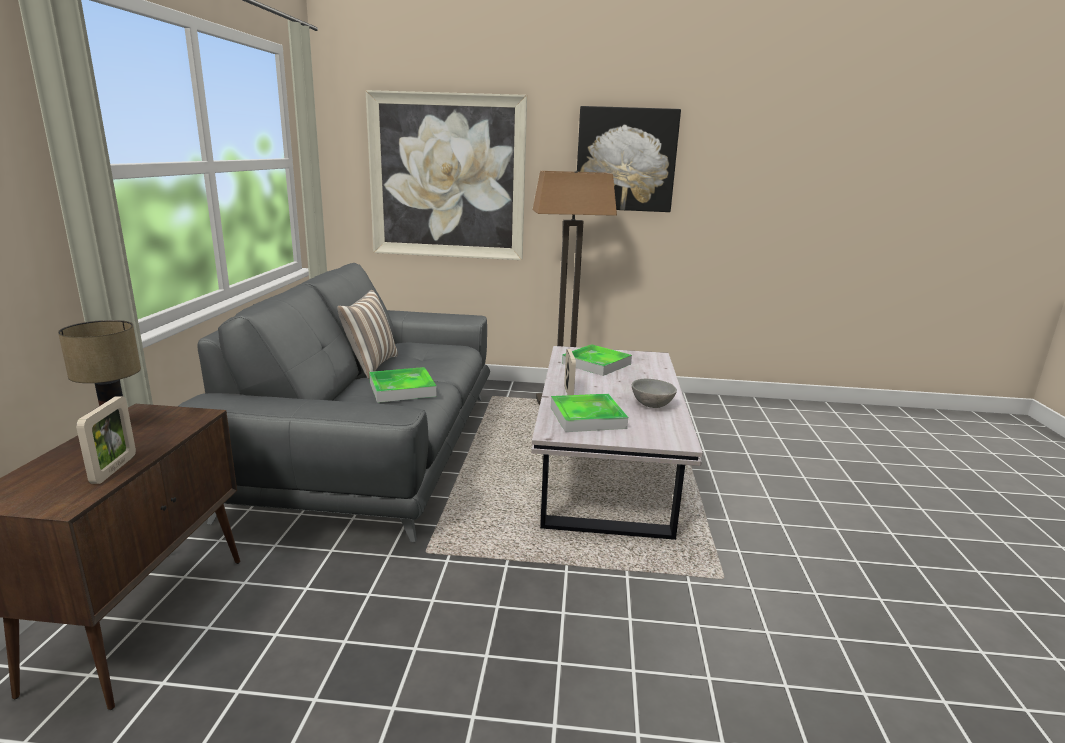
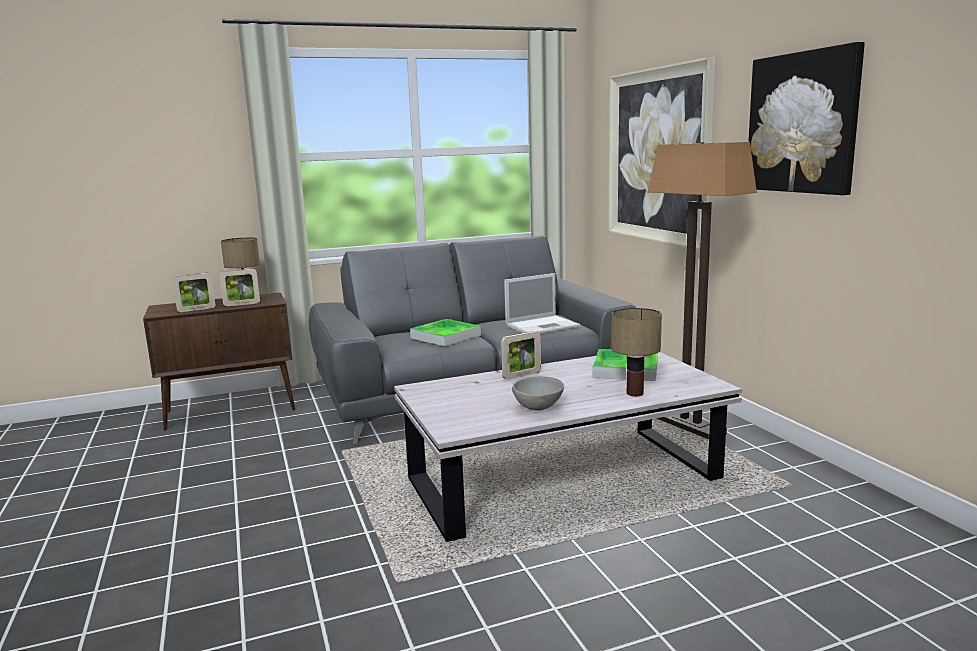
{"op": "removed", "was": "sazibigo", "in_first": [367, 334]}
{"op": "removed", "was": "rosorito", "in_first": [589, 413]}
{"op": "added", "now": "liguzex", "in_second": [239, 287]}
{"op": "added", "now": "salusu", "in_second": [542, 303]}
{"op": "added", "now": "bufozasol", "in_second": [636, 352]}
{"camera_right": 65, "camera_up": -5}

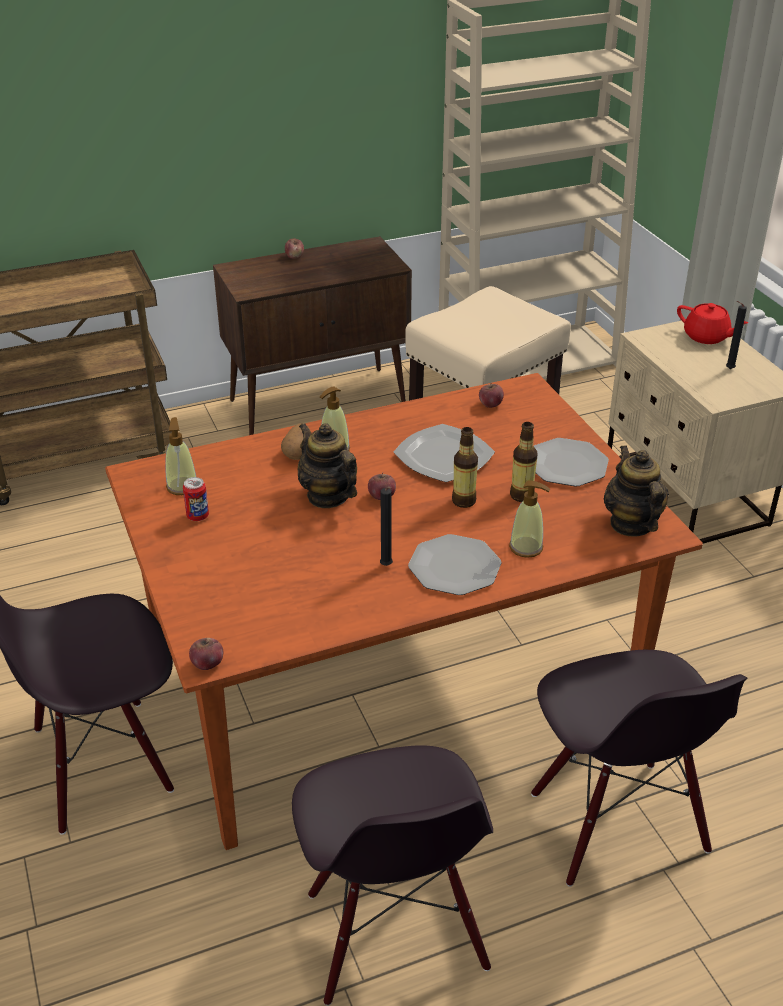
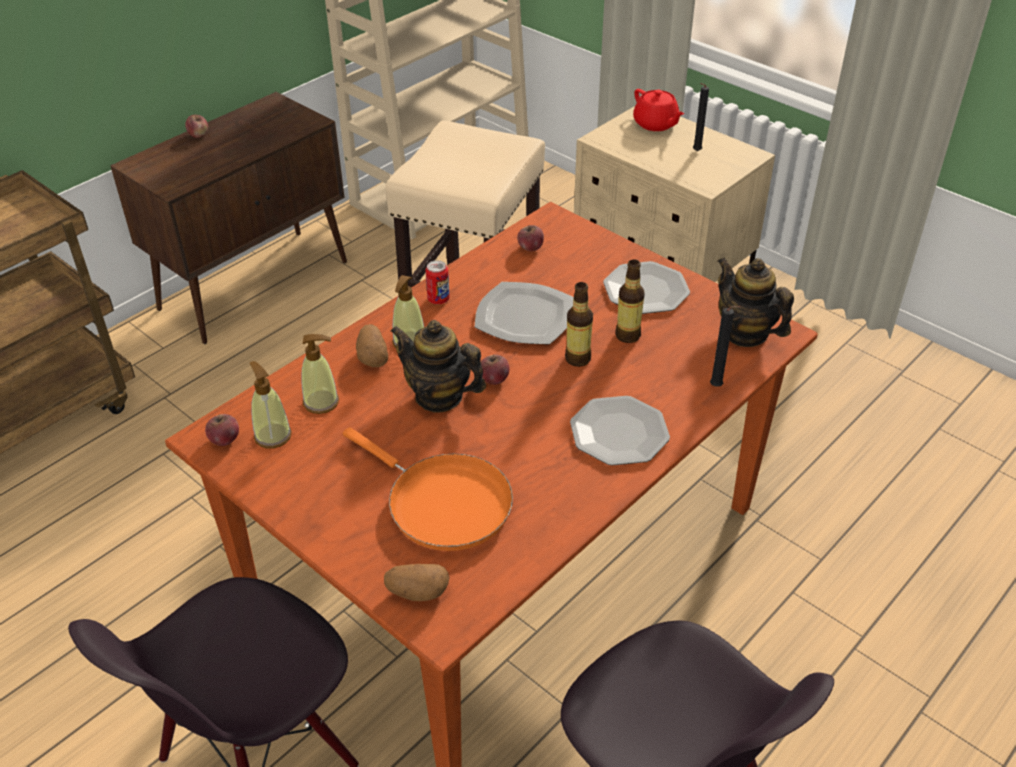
{"op": "moved", "was": "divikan", "in_first": [196, 499], "in_second": [437, 282]}
{"op": "moved", "was": "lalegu", "in_first": [206, 654], "in_second": [222, 430]}
{"op": "moved", "was": "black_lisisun", "in_first": [386, 526], "in_second": [725, 346]}
{"op": "moved", "was": "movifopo", "in_first": [529, 519], "in_second": [320, 374]}
{"op": "removed", "was": "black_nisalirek", "in_first": [639, 768]}
{"op": "turned", "was": "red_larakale", "in_first": [712, 323], "in_second": [658, 110], "clockwise": 45}
{"op": "added", "now": "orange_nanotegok", "in_second": [428, 489]}
{"op": "added", "now": "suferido", "in_second": [417, 582]}
{"camera_right": -25, "camera_up": 5}

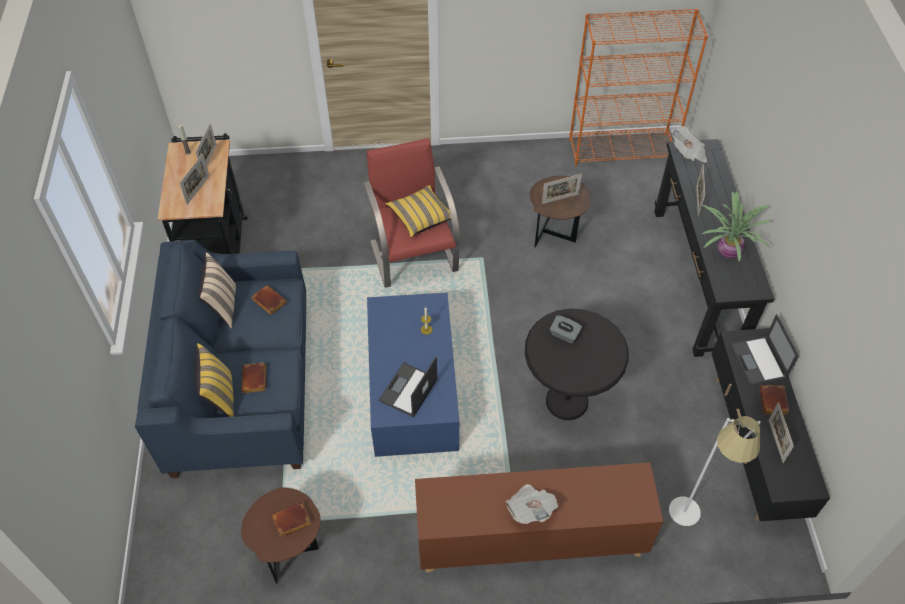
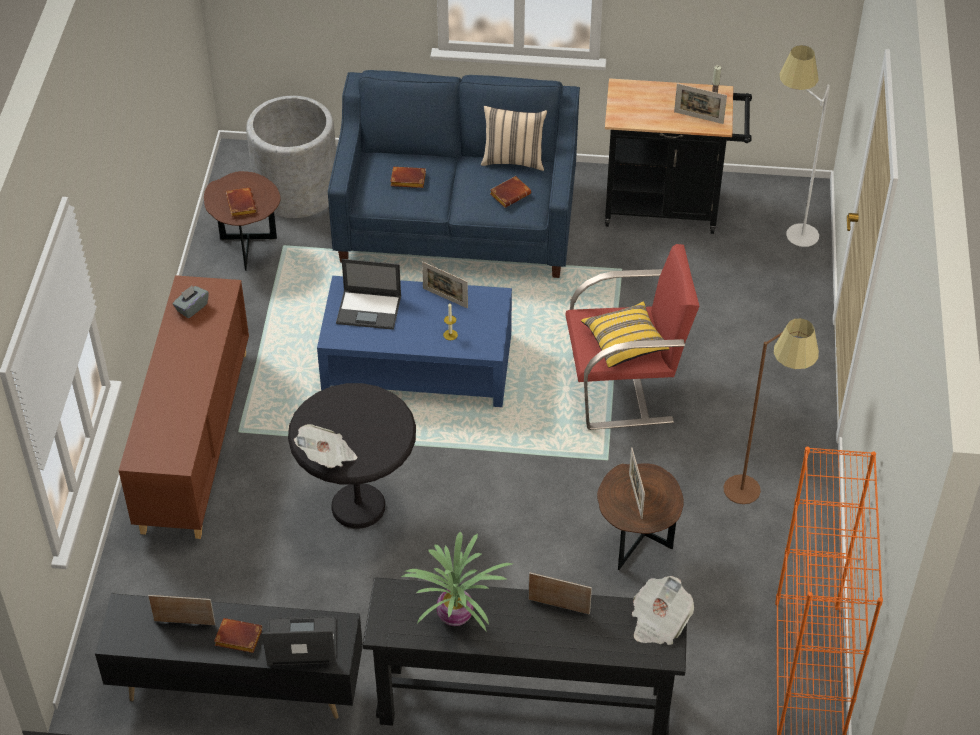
{"op": "moved", "was": "liguzex", "in_first": [194, 179], "in_second": [445, 285]}
{"op": "removed", "was": "yellow_sazibigo", "in_first": [214, 380]}
{"op": "turned", "was": "salusu", "in_first": [408, 386], "in_second": [368, 294], "clockwise": 150}
{"op": "moved", "was": "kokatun", "in_first": [532, 504], "in_second": [325, 446]}
{"op": "moved", "was": "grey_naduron", "in_first": [566, 329], "in_second": [191, 302]}
{"op": "moved", "was": "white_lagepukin", "in_first": [715, 471], "in_second": [804, 146]}
{"op": "added", "now": "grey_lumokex", "in_second": [291, 157]}
{"op": "added", "now": "brown_lagepukin", "in_second": [771, 411]}
{"camera_right": 100, "camera_up": -5}

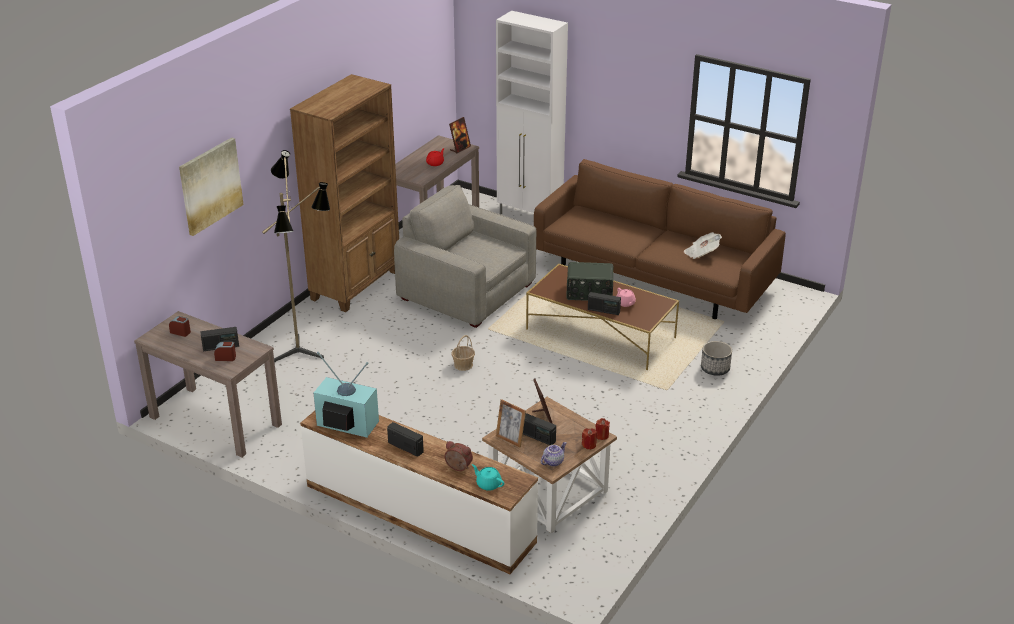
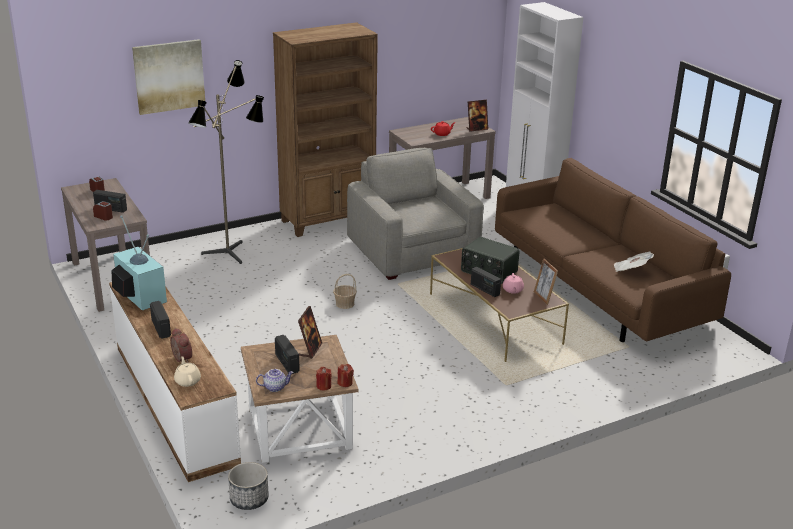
{"op": "recoloured", "was": "turquoise_larakale", "now": "beige_larakale", "in_first": [488, 477], "in_second": [187, 371]}
{"op": "moved", "was": "liguzex", "in_first": [511, 423], "in_second": [546, 281]}
{"op": "moved", "was": "lumokex", "in_first": [716, 358], "in_second": [248, 486]}
{"camera_right": 30, "camera_up": -5}

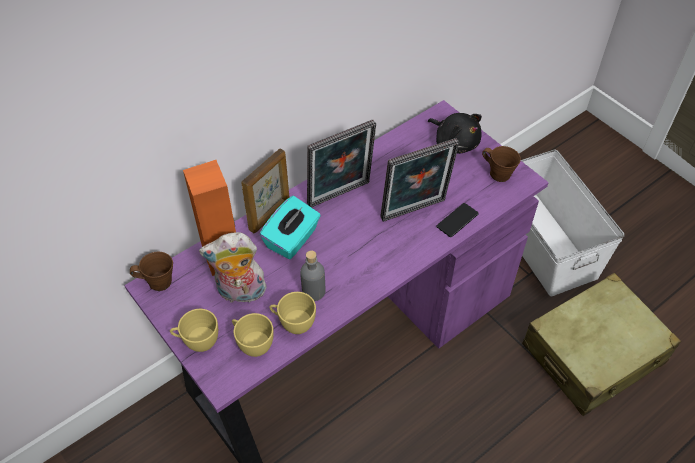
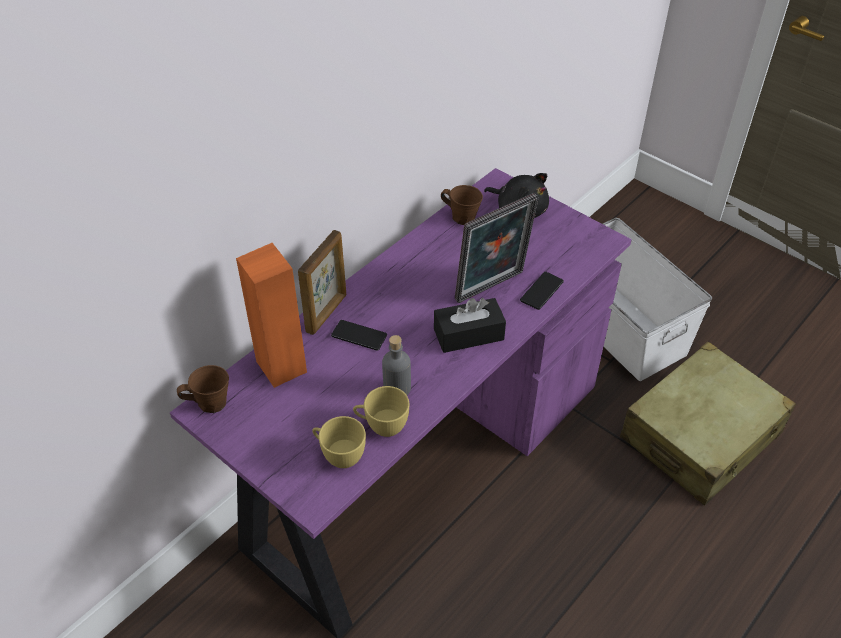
{"op": "removed", "was": "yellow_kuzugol", "in_first": [194, 330]}
{"op": "removed", "was": "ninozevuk", "in_first": [232, 267]}
{"op": "replaced", "was": "turquoise_naduron", "now": "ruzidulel", "in_first": [290, 227], "in_second": [359, 335]}
{"op": "removed", "was": "liguzex", "in_first": [341, 164]}
{"op": "moved", "was": "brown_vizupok", "in_first": [501, 164], "in_second": [462, 205]}
{"op": "added", "now": "black_naduron", "in_second": [470, 325]}
{"camera_right": -10, "camera_up": -5}

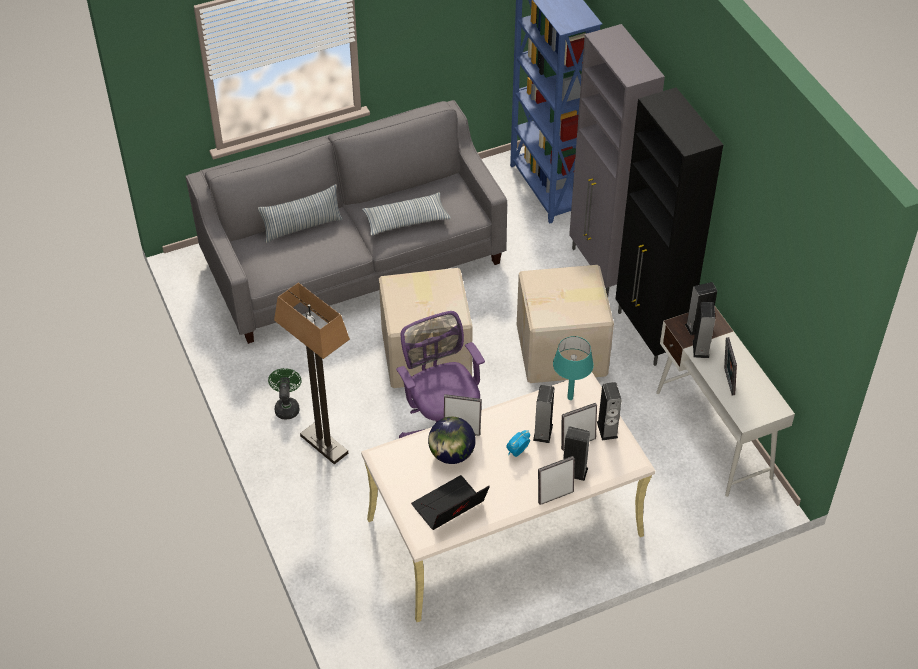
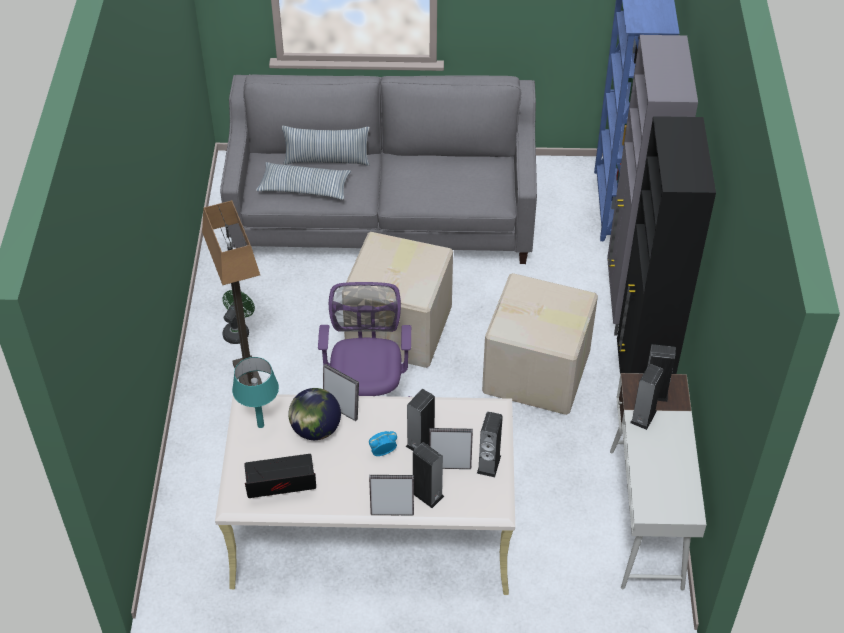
{"op": "moved", "was": "sazibigo", "in_first": [406, 214], "in_second": [303, 181]}
{"op": "moved", "was": "turquoise_bufozasol", "in_first": [573, 368], "in_second": [255, 392]}
{"op": "removed", "was": "liguzex", "in_first": [730, 366]}
{"camera_right": 25, "camera_up": 0}

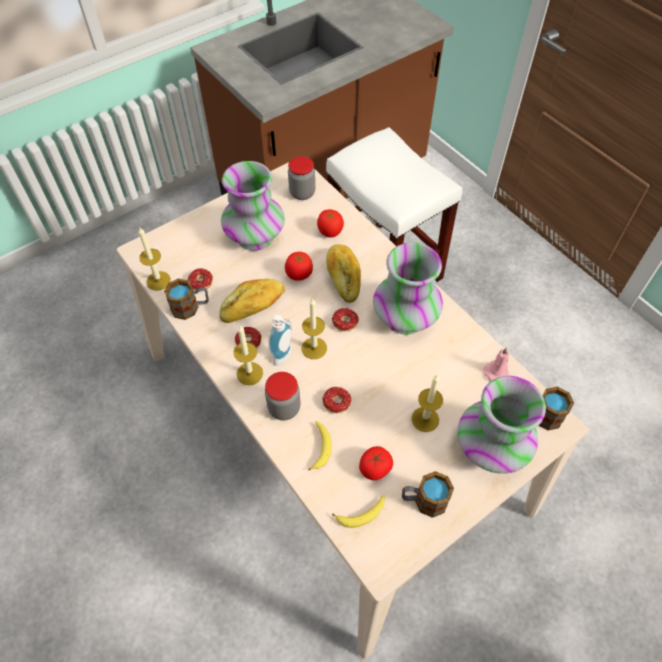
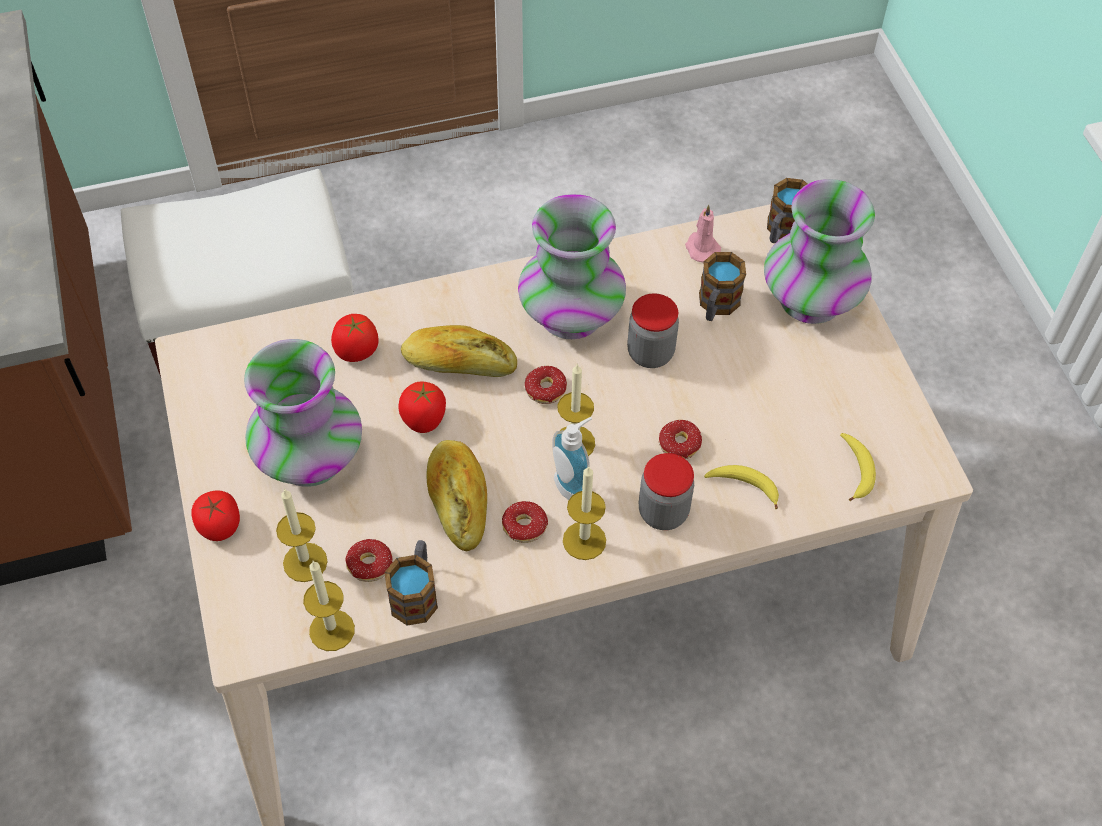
{"op": "moved", "was": "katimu", "in_first": [301, 178], "in_second": [653, 331]}
{"op": "moved", "was": "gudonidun", "in_first": [376, 463], "in_second": [215, 515]}
{"op": "moved", "was": "vizupok", "in_first": [428, 494], "in_second": [722, 286]}
{"op": "moved", "was": "lisisun", "in_first": [427, 403], "in_second": [302, 535]}
{"camera_right": -70, "camera_up": 0}

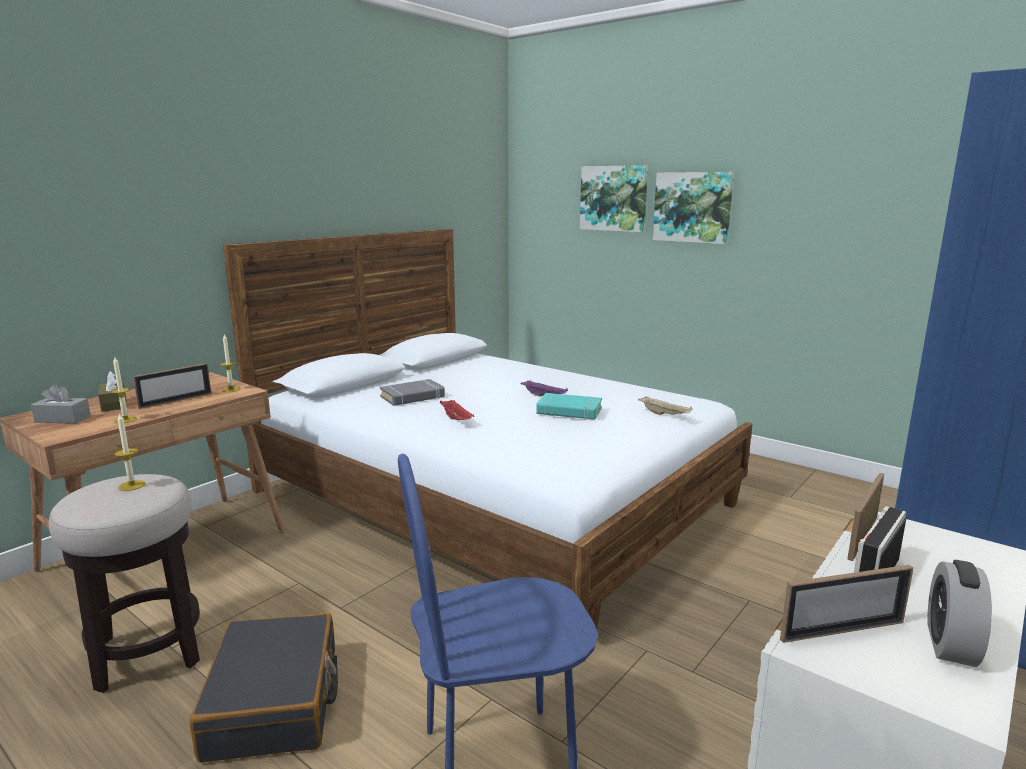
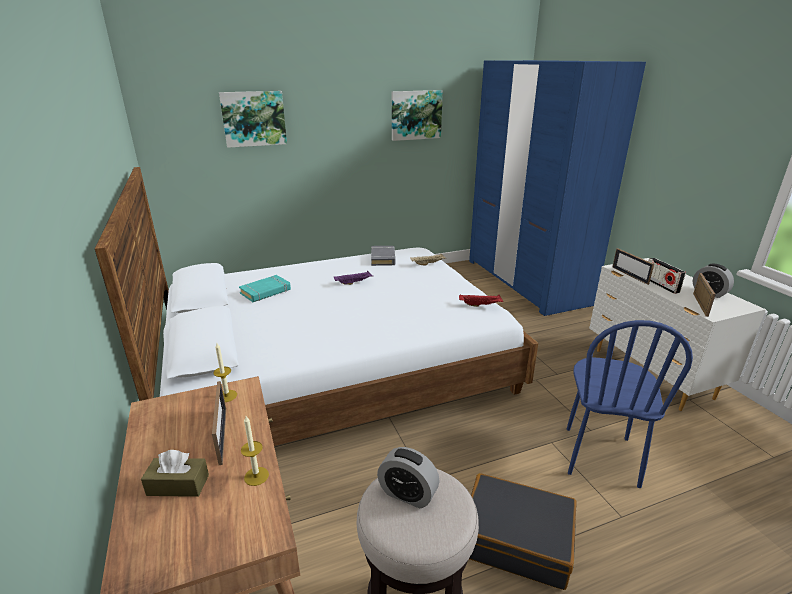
{"op": "removed", "was": "grey_naduron", "in_first": [61, 403]}
{"op": "replaced", "was": "lisisun", "now": "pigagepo", "in_first": [129, 452], "in_second": [408, 477]}
{"op": "moved", "was": "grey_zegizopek", "in_first": [412, 392], "in_second": [383, 256]}
{"op": "moved", "was": "red_rosorito", "in_first": [457, 410], "in_second": [481, 300]}
{"op": "moved", "was": "turquoise_zegizopek", "in_first": [569, 406], "in_second": [265, 288]}
{"op": "moved", "was": "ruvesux", "in_first": [693, 208], "in_second": [417, 115]}
{"camera_right": -60, "camera_up": 10}

